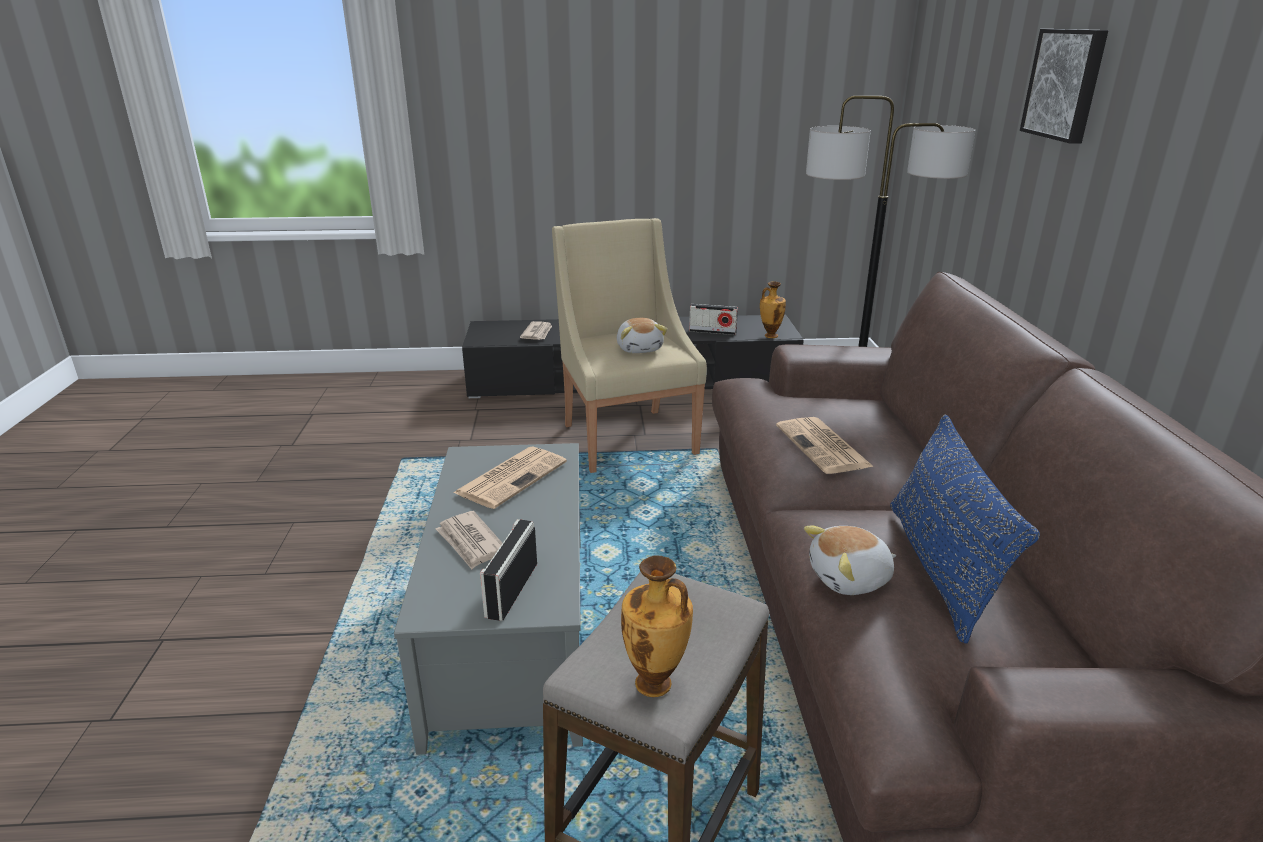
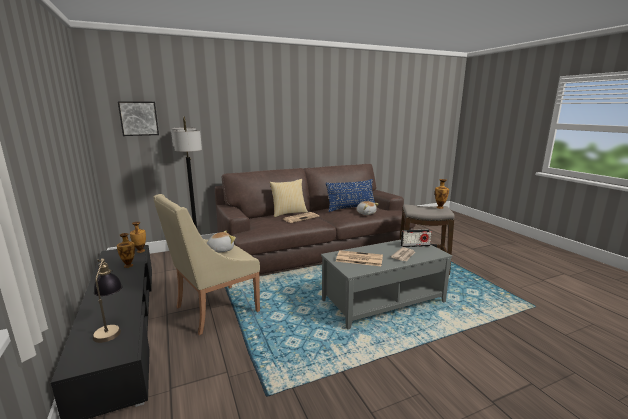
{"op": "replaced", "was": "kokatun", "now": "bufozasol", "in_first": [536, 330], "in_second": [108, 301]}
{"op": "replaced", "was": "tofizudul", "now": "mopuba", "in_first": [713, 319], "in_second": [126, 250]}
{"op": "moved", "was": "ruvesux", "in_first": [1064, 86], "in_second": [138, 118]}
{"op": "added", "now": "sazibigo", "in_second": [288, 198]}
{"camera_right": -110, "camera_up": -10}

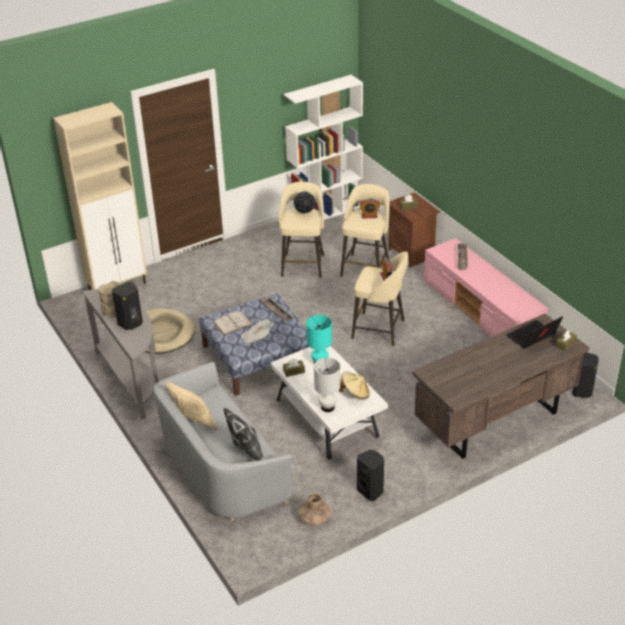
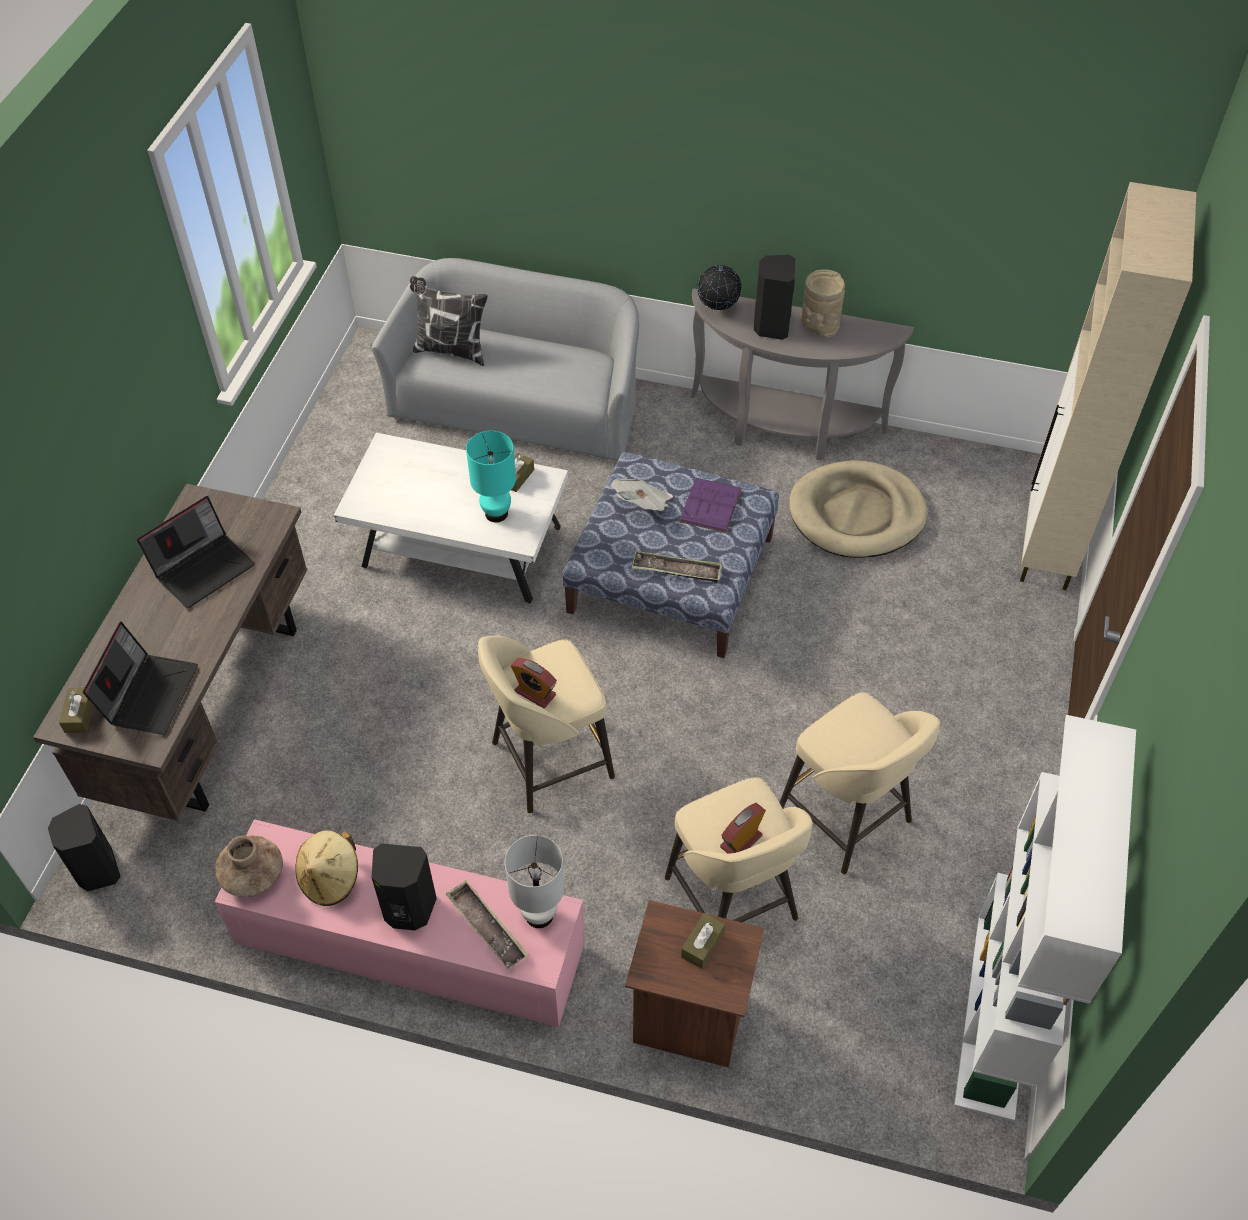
{"op": "removed", "was": "beige_sazibigo", "in_first": [191, 406]}
{"op": "recoloured", "was": "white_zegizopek", "now": "purple_zegizopek", "in_first": [233, 323], "in_second": [711, 505]}
{"op": "moved", "was": "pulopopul", "in_first": [304, 203], "in_second": [719, 287]}
{"op": "moved", "was": "brown_mopuba", "in_first": [314, 509], "in_second": [249, 866]}
{"op": "moved", "was": "white_bufozasol", "in_first": [327, 385], "in_second": [535, 881]}
{"op": "moved", "was": "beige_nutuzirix", "in_first": [354, 385], "in_second": [326, 868]}
{"op": "moved", "was": "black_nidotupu", "in_first": [370, 475], "in_second": [404, 886]}
{"op": "added", "now": "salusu", "in_second": [196, 552]}
{"camera_right": 135, "camera_up": 15}

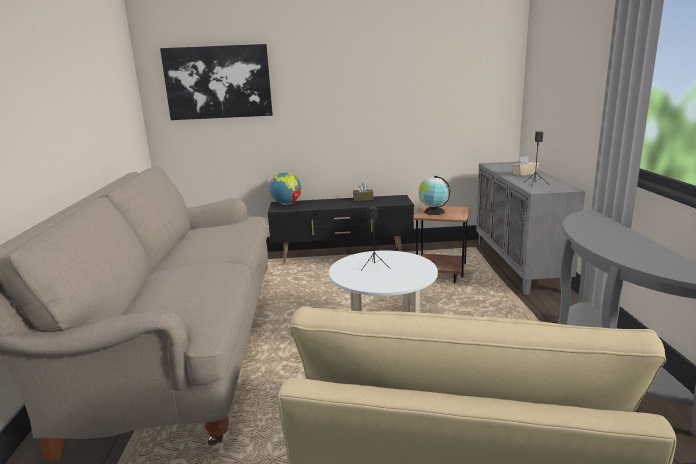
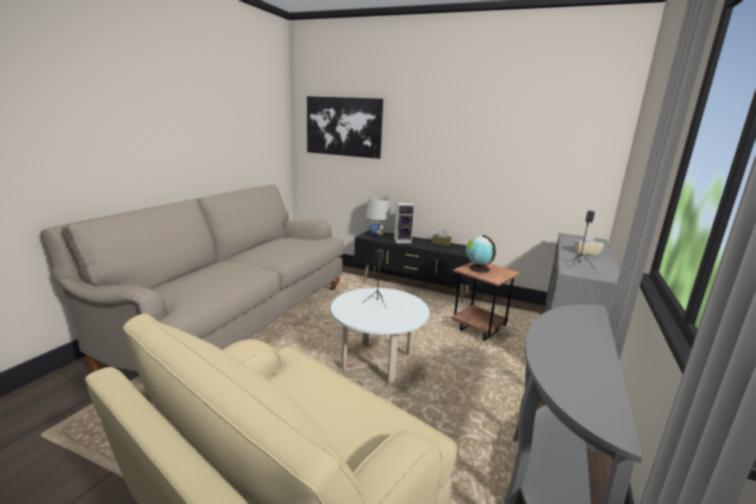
{"op": "replaced", "was": "pulopopul", "now": "white_bufozasol", "in_first": [285, 188], "in_second": [378, 216]}
{"op": "added", "now": "nidotupu", "in_second": [404, 222]}
{"camera_right": 25, "camera_up": 0}

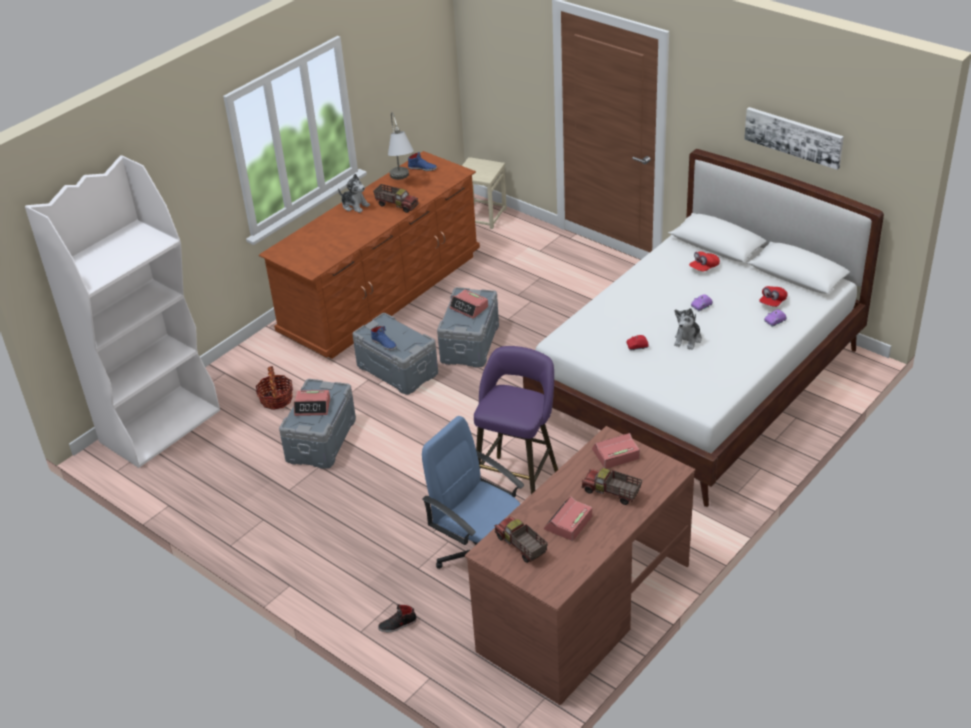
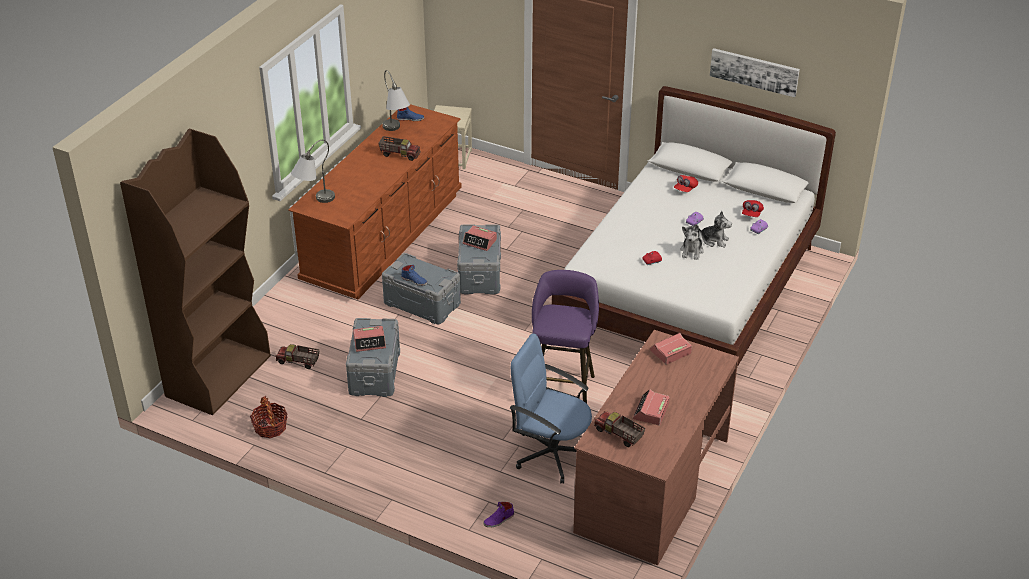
{"op": "recoloured", "was": "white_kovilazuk", "now": "brown_kovilazuk", "in_first": [122, 311], "in_second": [195, 271]}
{"op": "moved", "was": "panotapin", "in_first": [274, 388], "in_second": [269, 417]}
{"op": "moved", "was": "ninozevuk", "in_first": [354, 193], "in_second": [715, 229]}
{"op": "recoloured", "was": "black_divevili", "now": "purple_divevili", "in_first": [397, 618], "in_second": [499, 514]}
{"op": "moved", "was": "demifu", "in_first": [612, 486], "in_second": [298, 356]}
{"op": "added", "now": "grey_bufozasol", "in_second": [313, 171]}
{"camera_right": -15, "camera_up": 0}

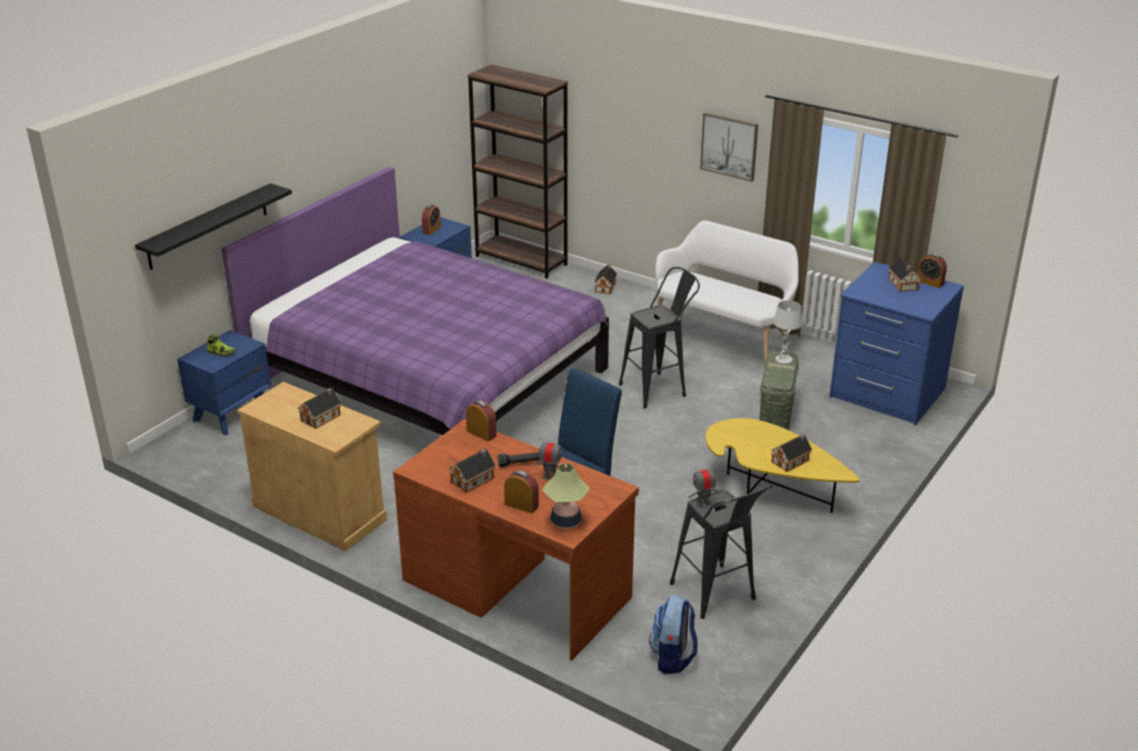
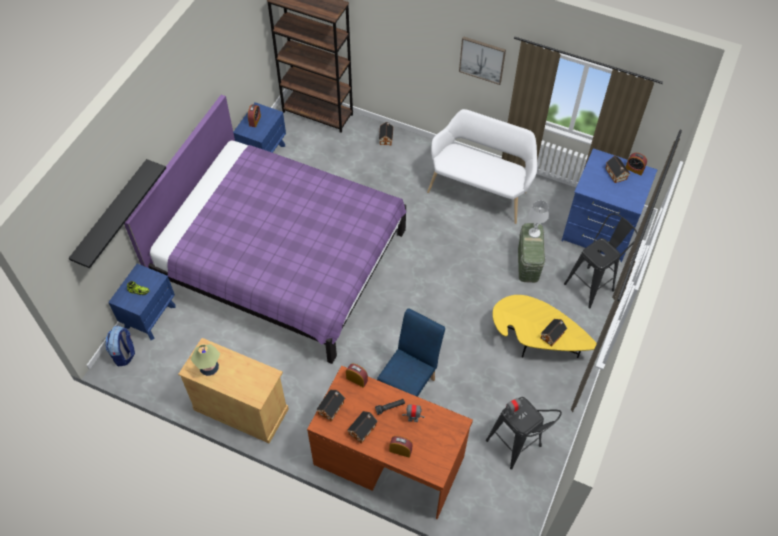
{"op": "moved", "was": "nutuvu", "in_first": [320, 408], "in_second": [330, 406]}
{"op": "moved", "was": "bufozasol", "in_first": [566, 496], "in_second": [205, 360]}
{"op": "moved", "was": "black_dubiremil", "in_first": [659, 337], "in_second": [600, 261]}
{"op": "moved", "was": "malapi", "in_first": [673, 634], "in_second": [120, 346]}
{"camera_right": -10, "camera_up": 25}

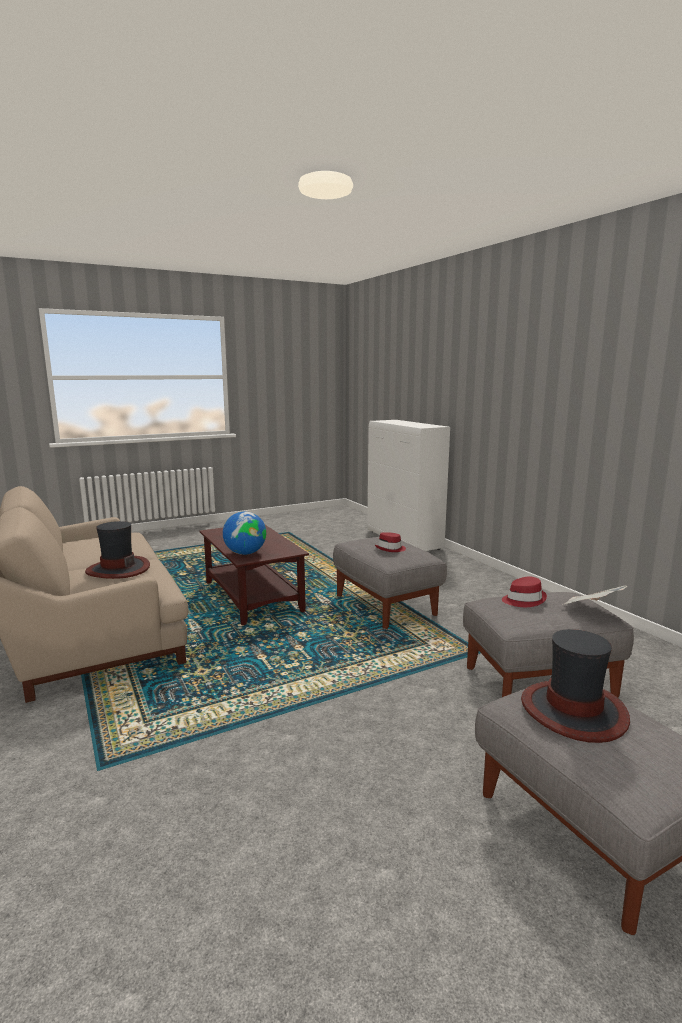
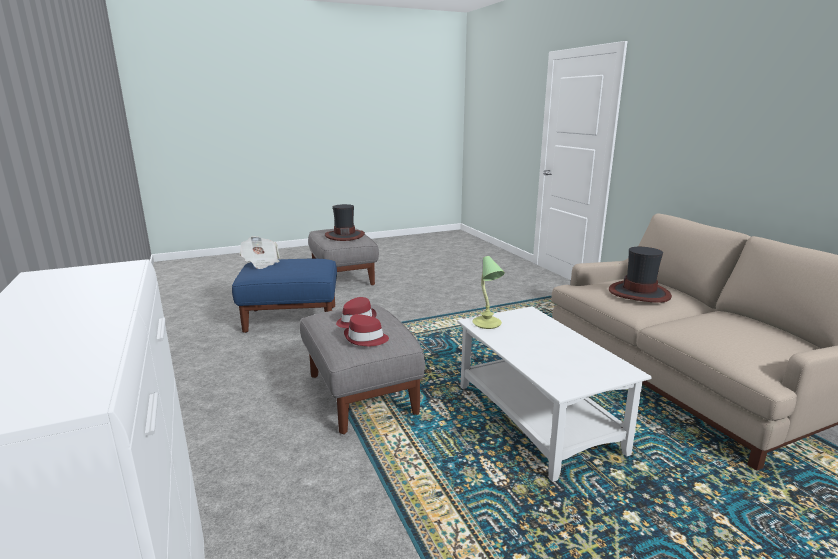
{"op": "recoloured", "was": "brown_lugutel", "now": "white_lugutel", "in_first": [254, 575], "in_second": [554, 394]}
{"op": "removed", "was": "pulopopul", "in_first": [244, 533]}
{"op": "recoloured", "was": "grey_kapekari", "now": "blue_kapekari", "in_first": [548, 645], "in_second": [284, 296]}
{"op": "moved", "was": "red_nutuzirix", "in_first": [524, 592], "in_second": [366, 330]}
{"op": "added", "now": "bufozasol", "in_second": [488, 292]}
{"camera_right": -175, "camera_up": 5}

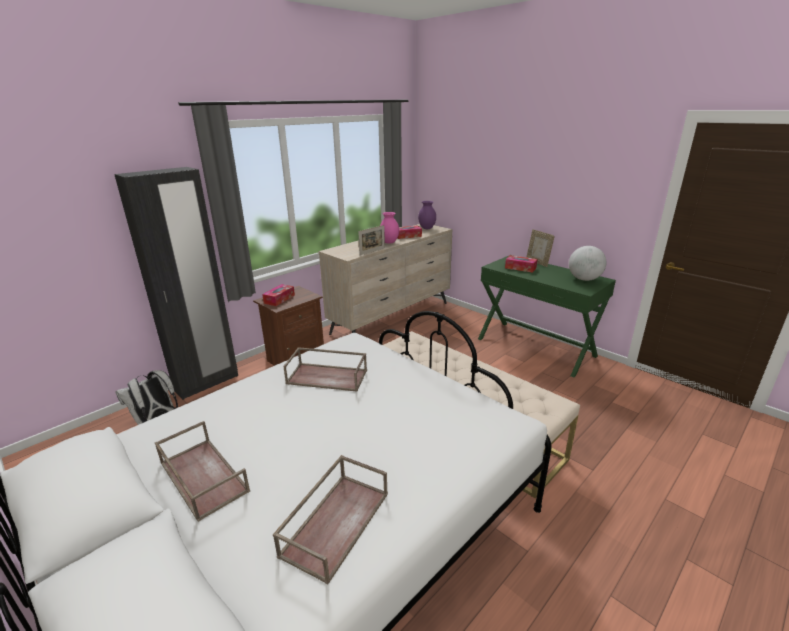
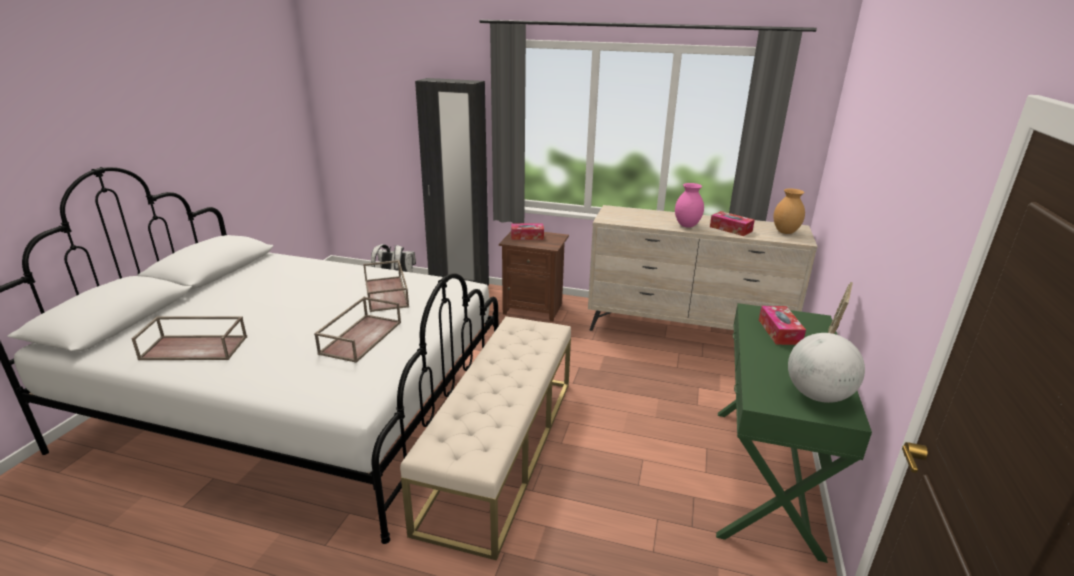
{"op": "moved", "was": "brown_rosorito", "in_first": [202, 471], "in_second": [357, 330]}
{"op": "removed", "was": "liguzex", "in_first": [371, 240]}
{"op": "recoloured", "was": "purple_mopuba", "now": "brown_mopuba", "in_first": [427, 215], "in_second": [789, 211]}
{"camera_right": 60, "camera_up": 0}

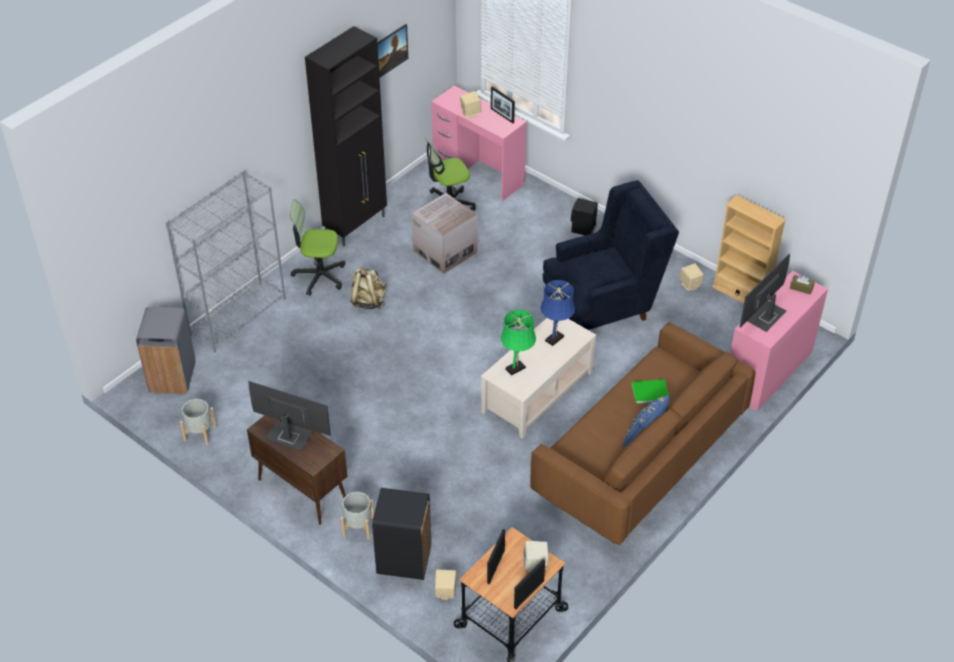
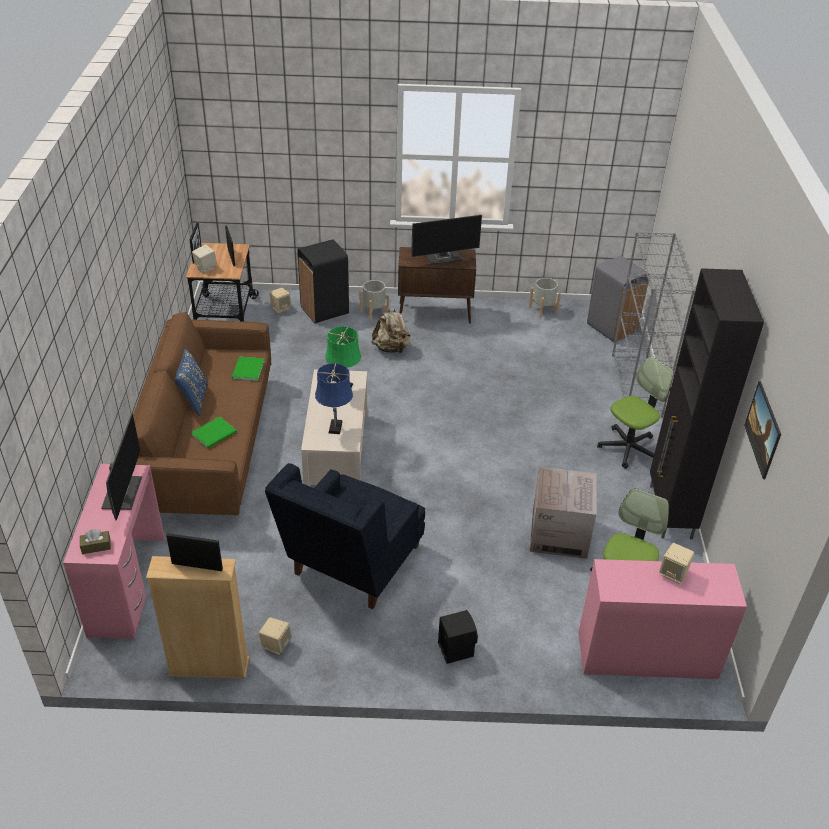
{"op": "moved", "was": "beige_malapi", "in_first": [368, 288], "in_second": [391, 329]}
{"op": "moved", "was": "liguzex", "in_first": [503, 104], "in_second": [194, 552]}
{"op": "added", "now": "green_zegizopek", "in_second": [248, 369]}
{"camera_right": 140, "camera_up": -5}

